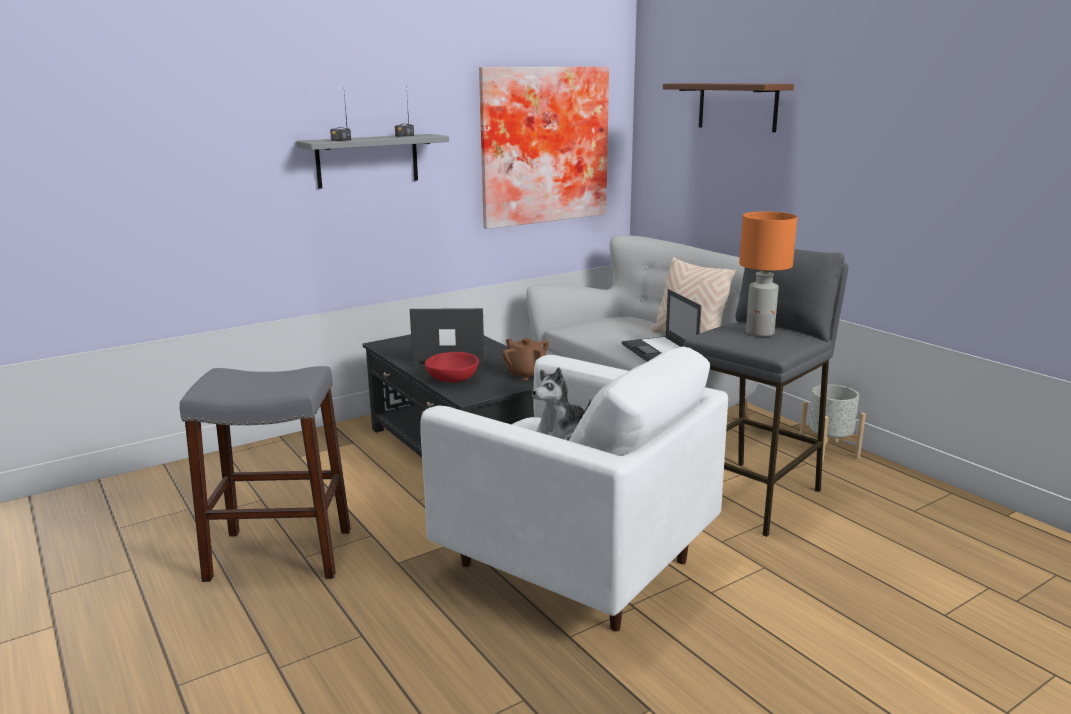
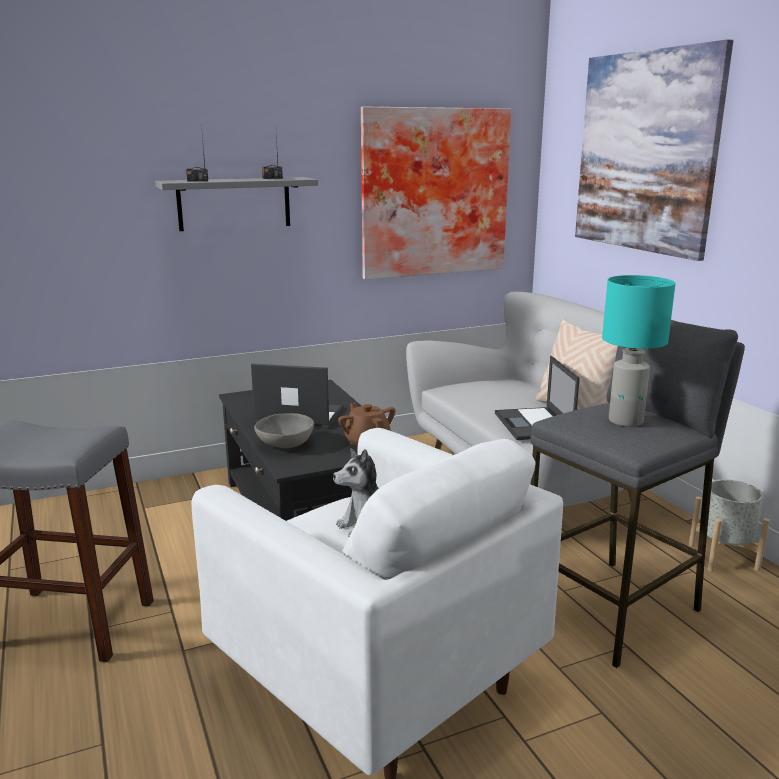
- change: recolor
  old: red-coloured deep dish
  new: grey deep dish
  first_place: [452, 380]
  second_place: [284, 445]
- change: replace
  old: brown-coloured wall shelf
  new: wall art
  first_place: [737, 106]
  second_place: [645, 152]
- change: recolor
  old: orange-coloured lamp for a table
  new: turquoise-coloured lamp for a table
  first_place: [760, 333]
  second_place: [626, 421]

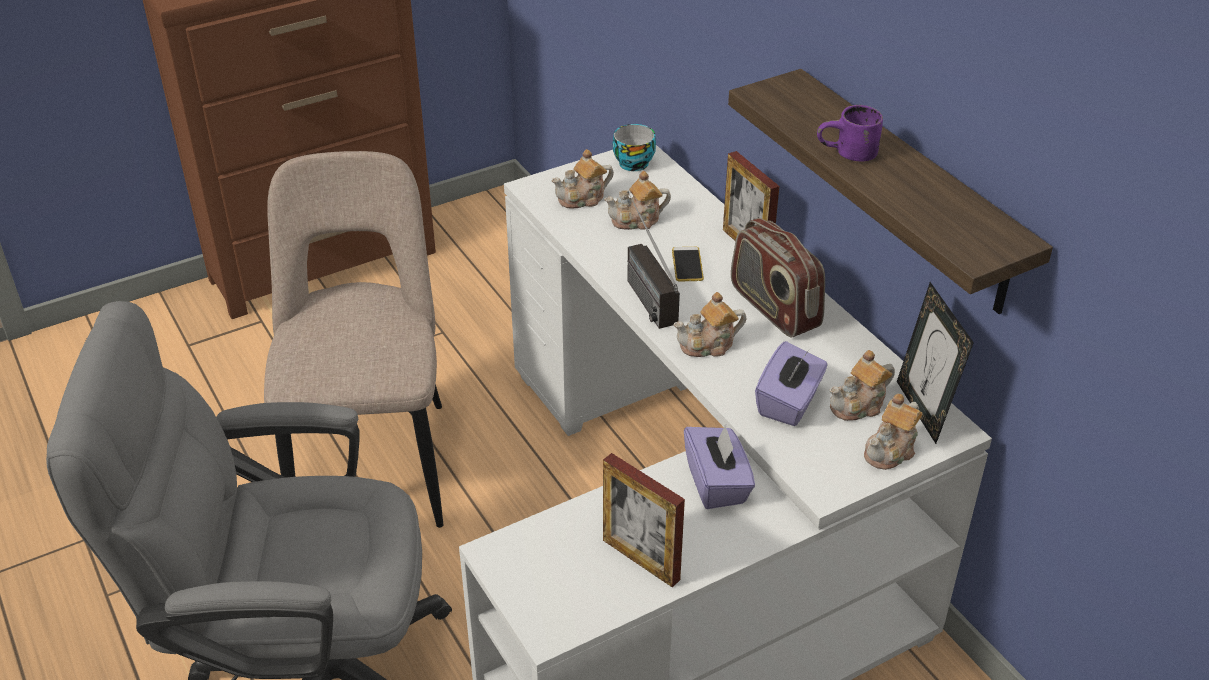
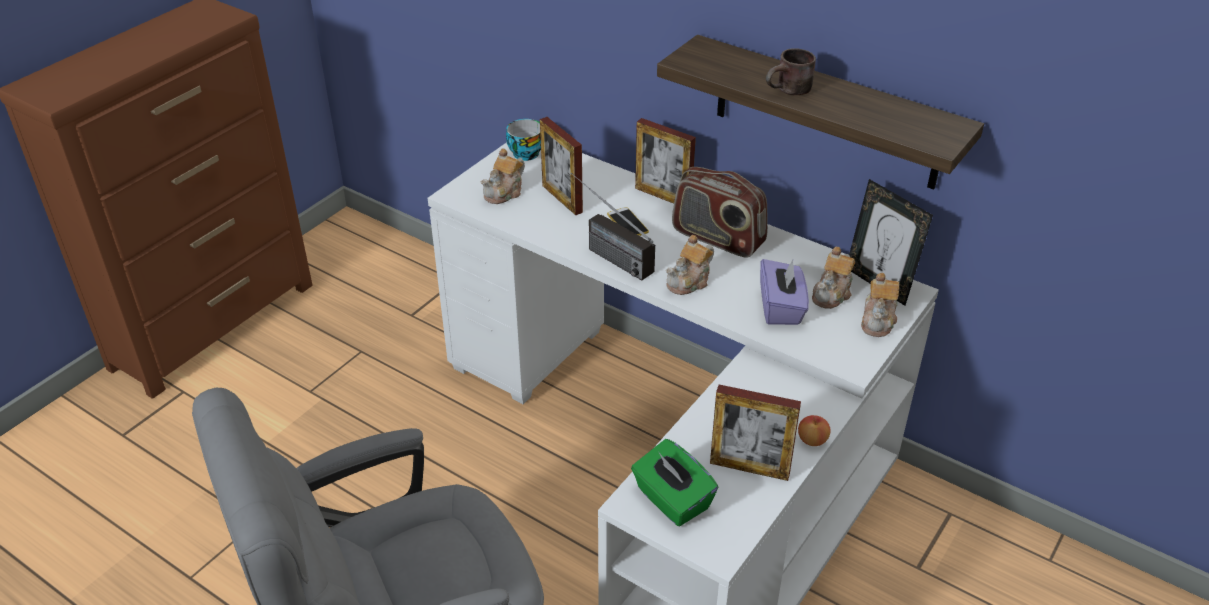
- change: delete
  old: sand-coloured plain chair
  first_place: [373, 460]
- change: replace
  old: pot for tea
  new: standing frame
  first_place: [637, 220]
  second_place: [562, 199]
- change: delete
  old: purple tissue box
  first_place: [717, 483]
- change: recolor
  old: purple coffee mug
  new: brown-coloured coffee mug
  first_place: [849, 155]
  second_place: [790, 92]
- change: insert
  new: green-coloured tissue box
  second_place: [672, 500]
- change: insert
  new: apple fruit
  second_place: [812, 440]

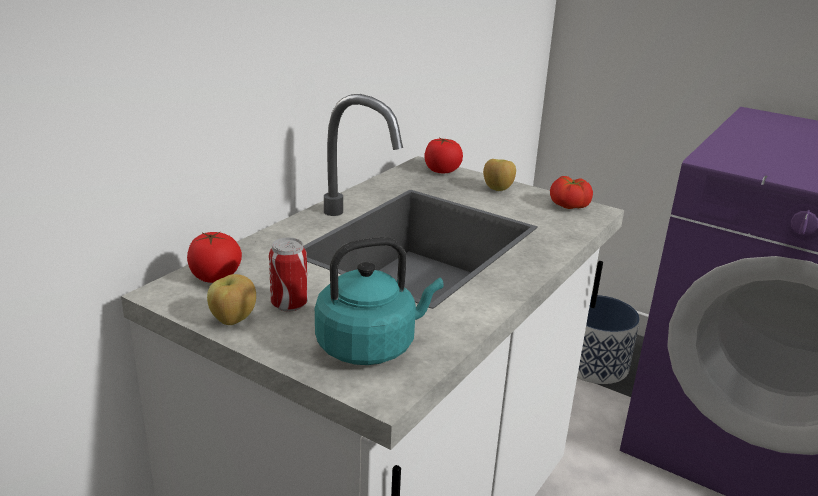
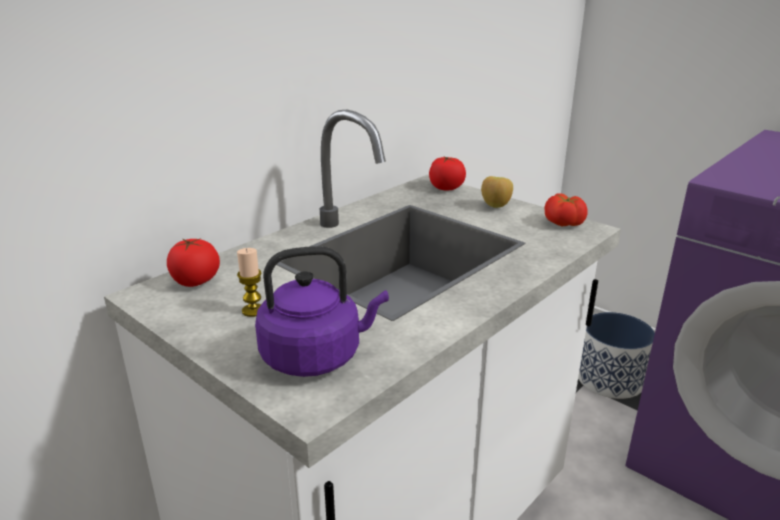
- change: delete
  old: apple fruit
  first_place: [233, 320]
- change: replace
  old: metal can
  new: wax light
  first_place: [289, 304]
  second_place: [253, 311]
- change: recolor
  old: turquoise-coloured tea kettle
  new: purple tea kettle
  first_place: [371, 346]
  second_place: [316, 356]

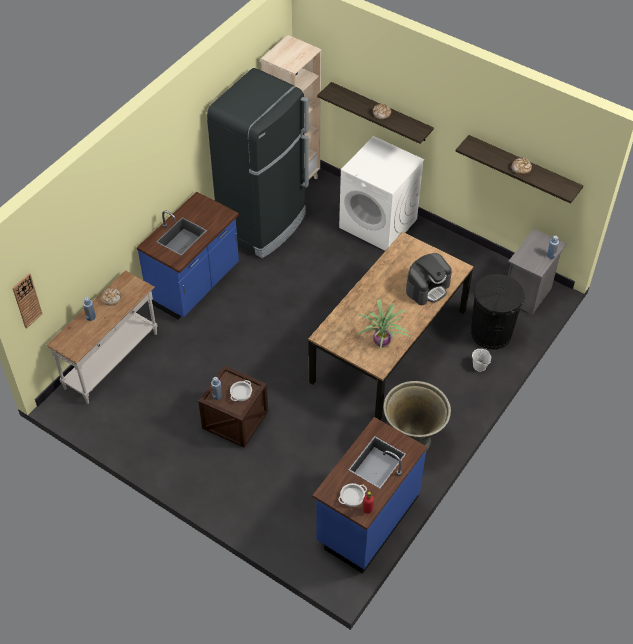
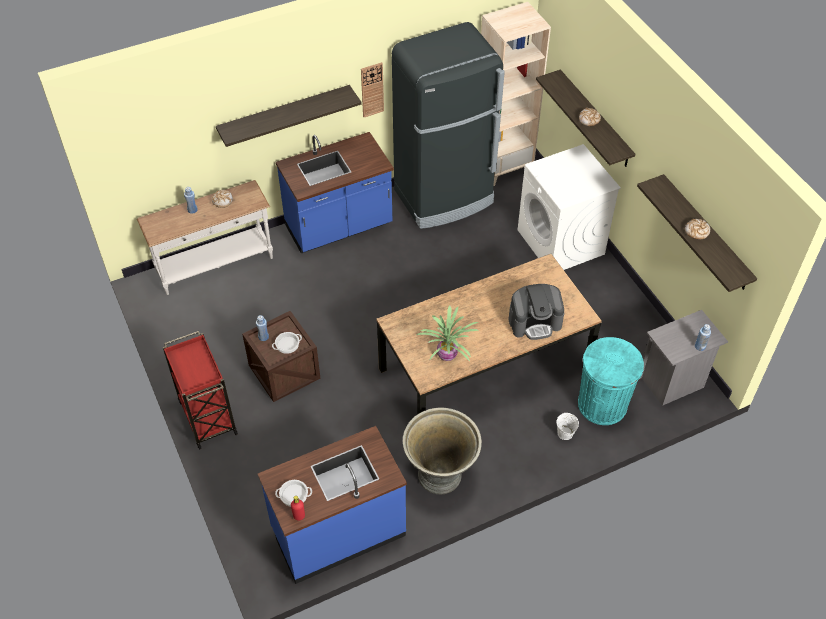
- change: move
  old: wall clock
  first_place: [27, 300]
  second_place: [372, 89]
- change: recolor
  old: black trash can
  new: turquoise-coloured trash can
  first_place: [491, 333]
  second_place: [602, 404]
- change: insert
  new: red-coloured wheeled cart
  second_place: [207, 416]
- change: insert
  new: wall shelf
  second_place: [284, 114]

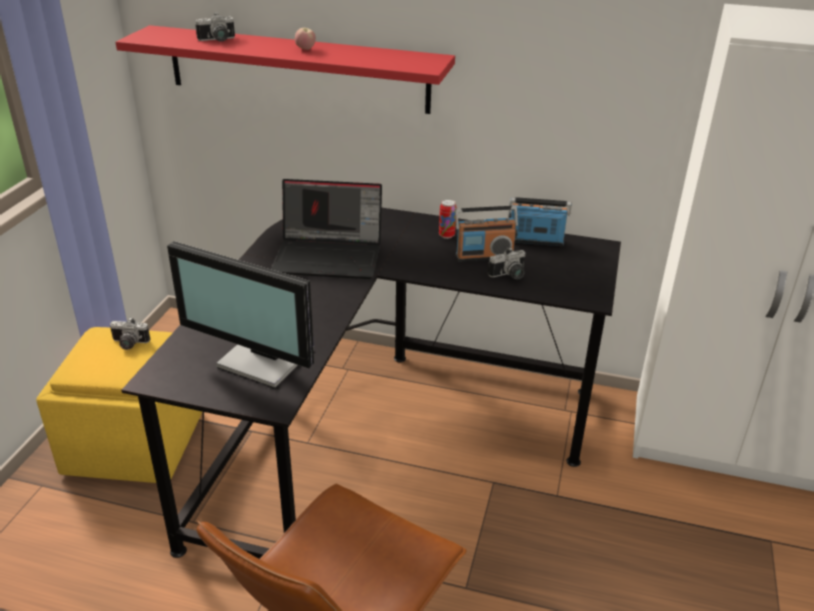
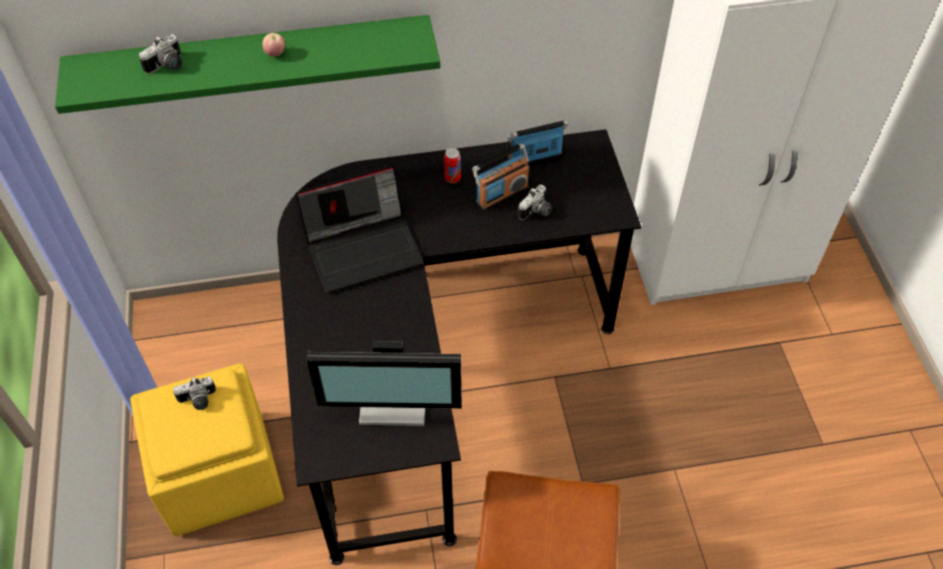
- change: recolor
  old: red-coloured wall shelf
  new: green-coloured wall shelf
  first_place: [297, 69]
  second_place: [253, 61]

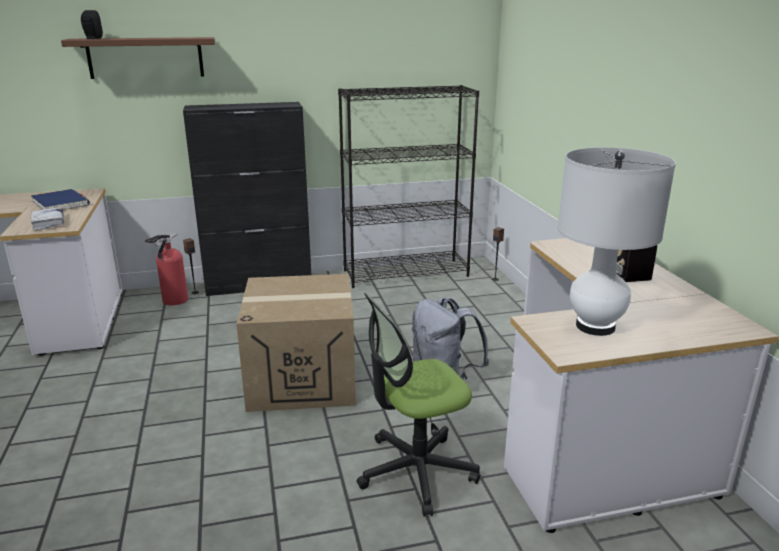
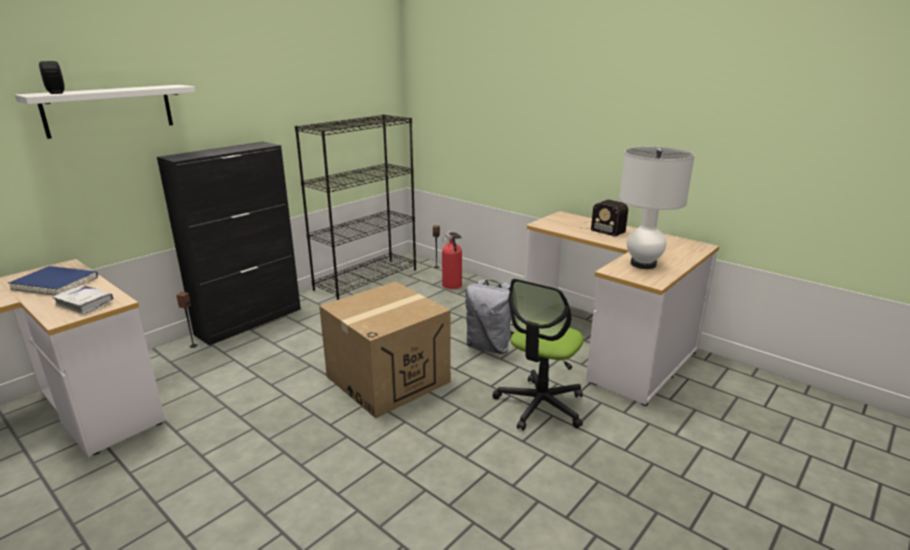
- change: recolor
  old: brown-coloured wall shelf
  new: white-coloured wall shelf
  first_place: [145, 58]
  second_place: [109, 110]
- change: move
  old: extinguisher
  first_place: [173, 301]
  second_place: [452, 286]

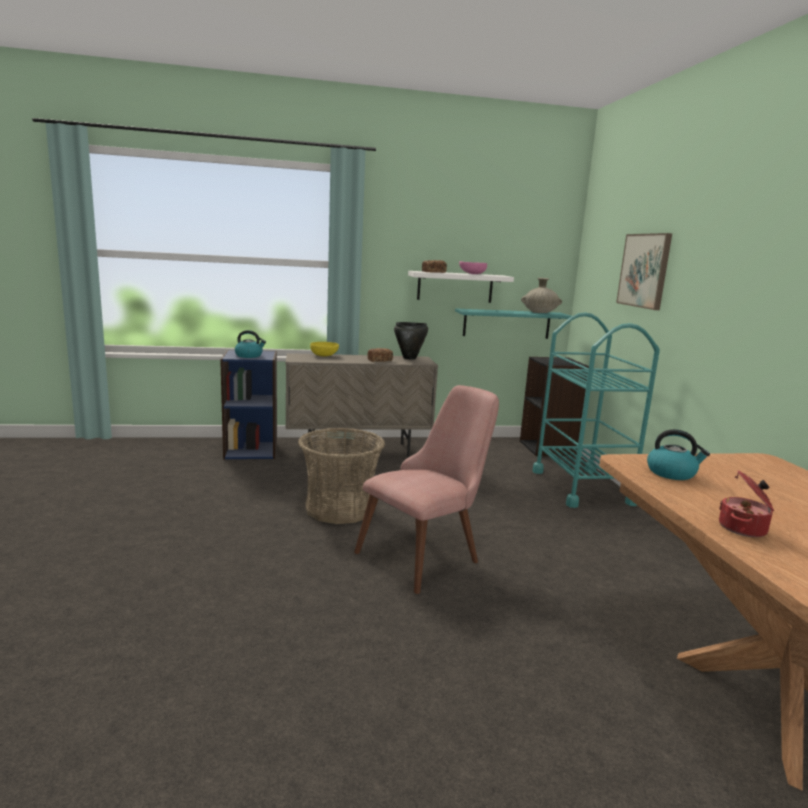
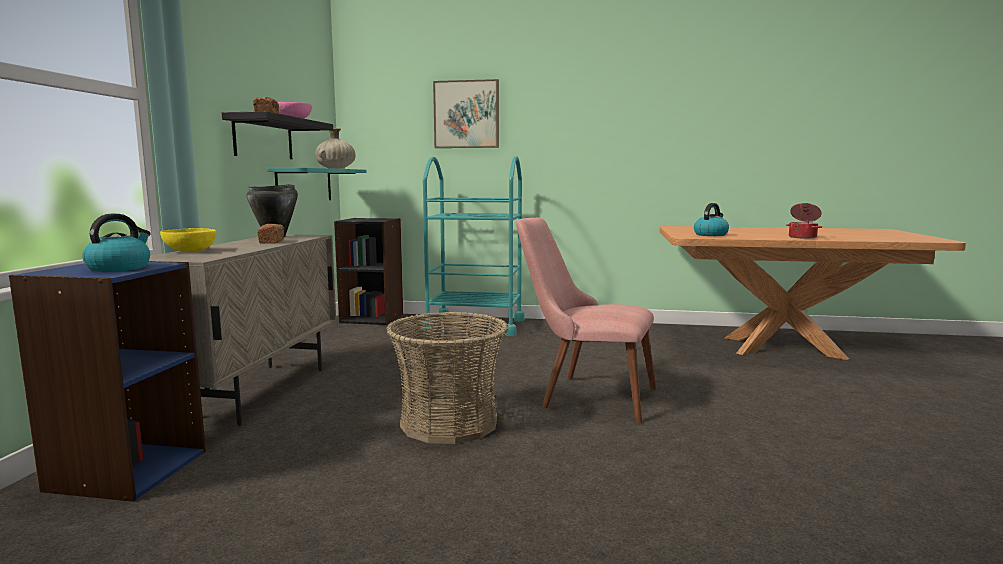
- change: rotate
  old: pink-coloured plain chair
  first_place: [427, 552]
  second_place: [584, 395]
  degrees: -45
- change: recolor
  old: white-coloured wall shelf
  new: black wall shelf
  first_place: [455, 287]
  second_place: [263, 138]

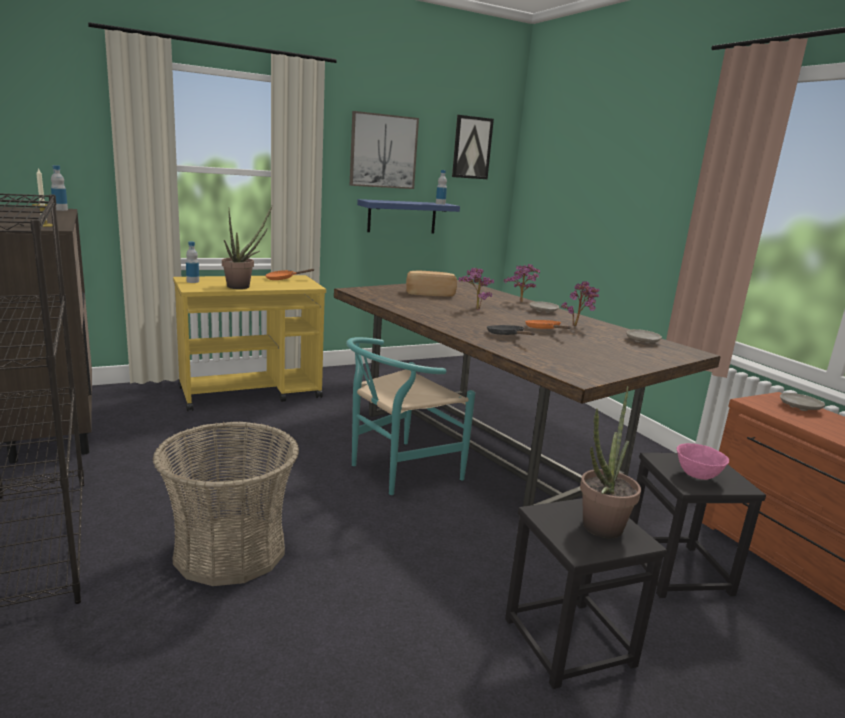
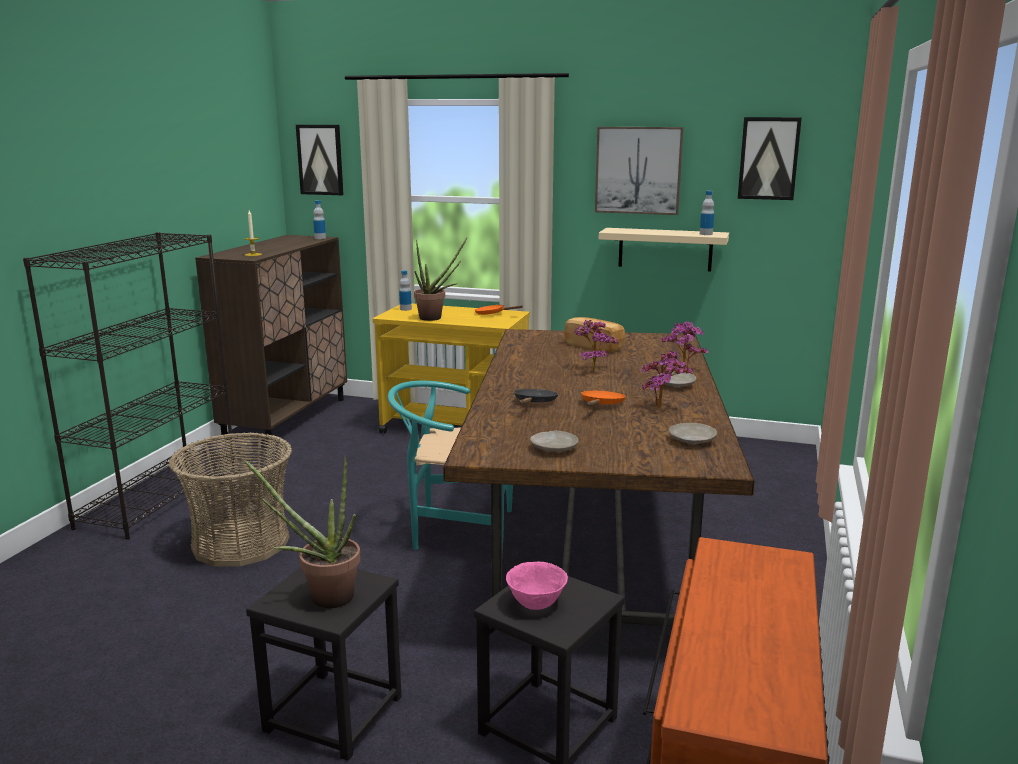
- change: recolor
  old: blue-coloured wall shelf
  new: sand-coloured wall shelf
  first_place: [402, 217]
  second_place: [665, 249]
- change: move
  old: sand-coloured flat dish
  first_place: [799, 407]
  second_place: [554, 448]
- change: insert
  new: wall art
  second_place: [320, 159]

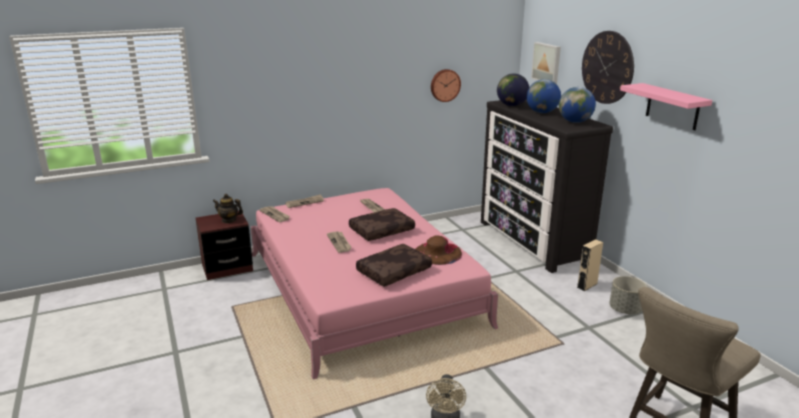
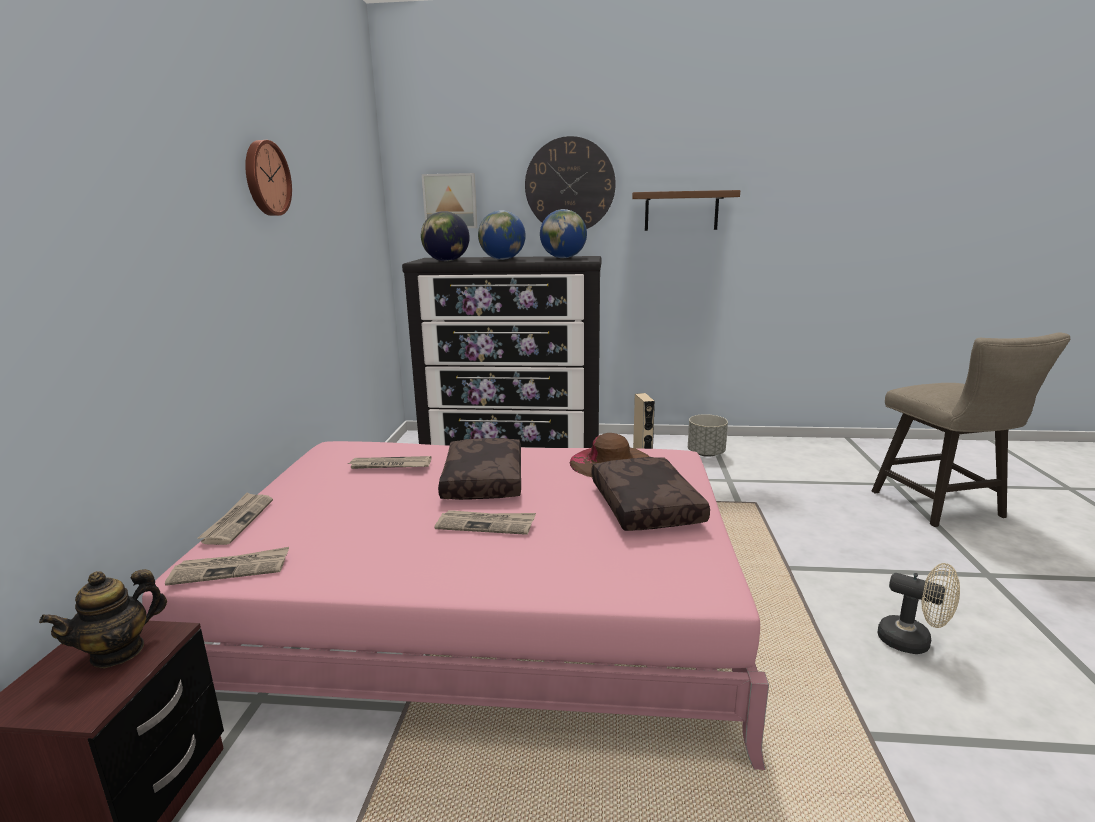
- change: move
  old: wall clock
  first_place: [444, 85]
  second_place: [265, 178]
- change: recolor
  old: pink-coloured wall shelf
  new: brown-coloured wall shelf
  first_place: [672, 106]
  second_place: [681, 211]

